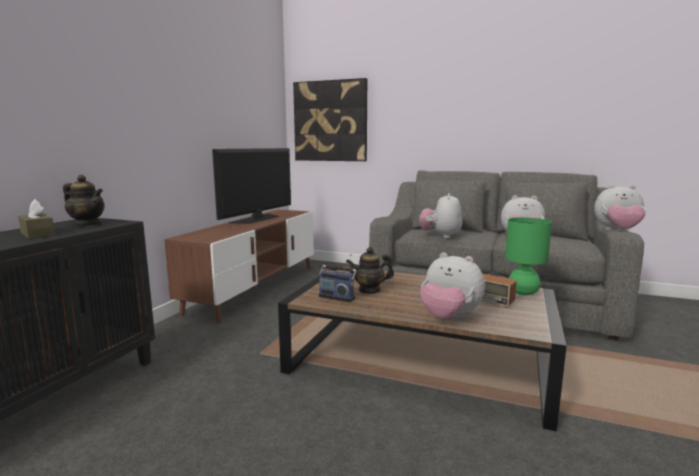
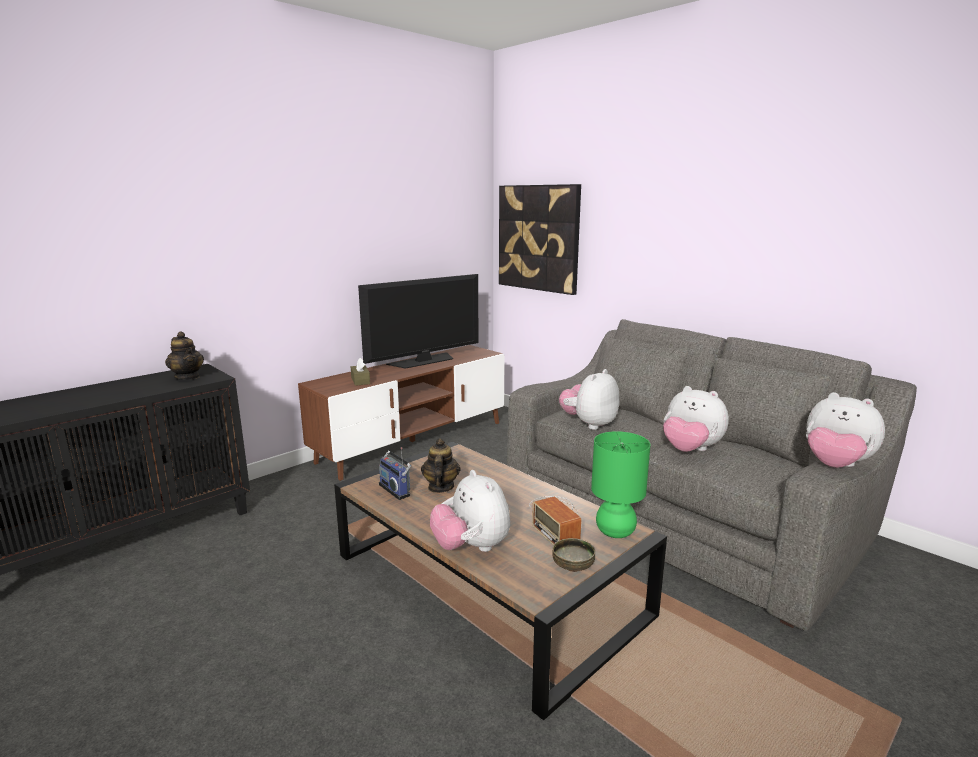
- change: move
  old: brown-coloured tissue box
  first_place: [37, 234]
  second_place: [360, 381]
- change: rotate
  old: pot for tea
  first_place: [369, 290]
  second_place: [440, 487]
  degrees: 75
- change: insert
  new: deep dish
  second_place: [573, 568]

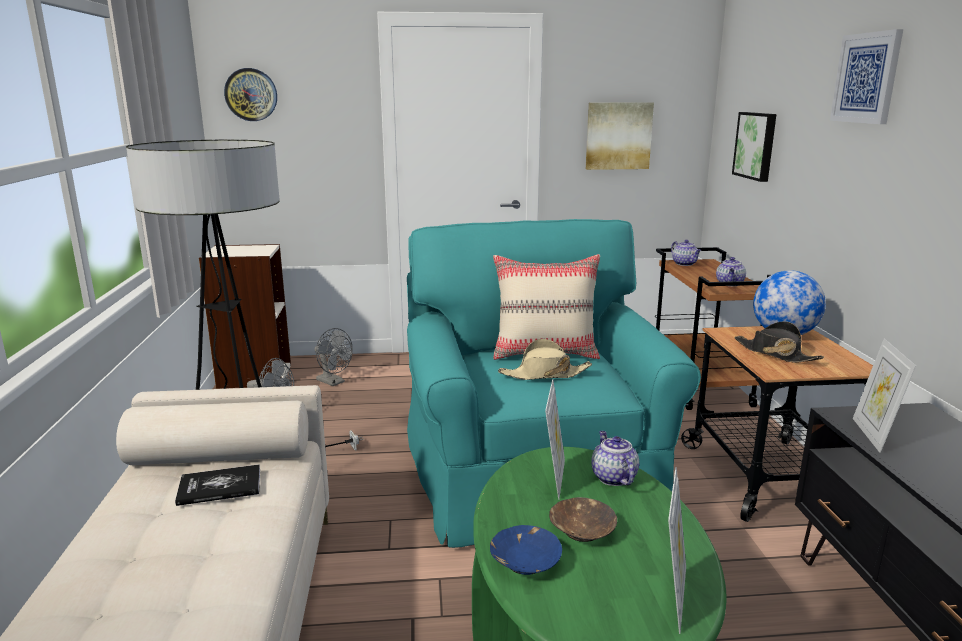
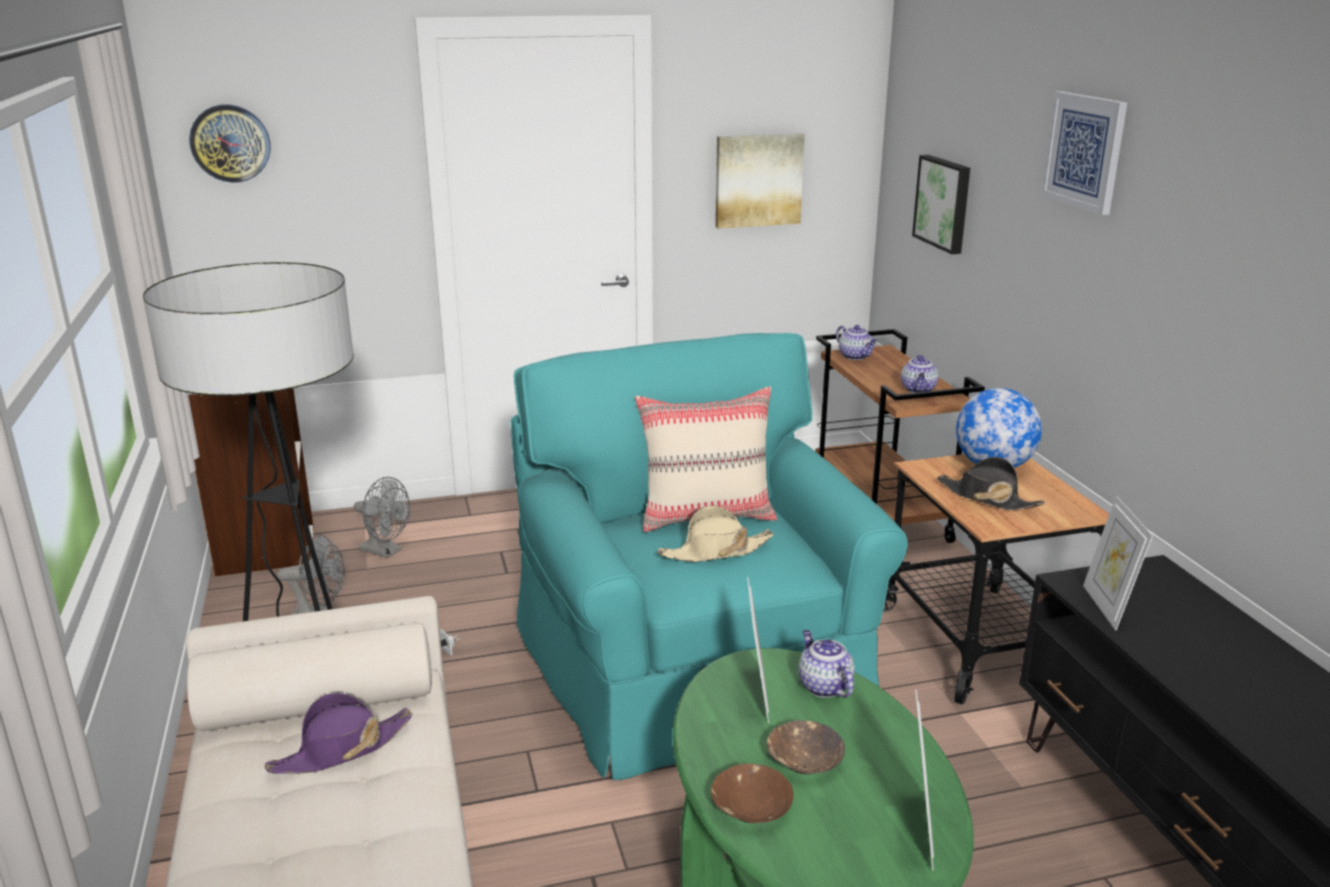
- change: replace
  old: book
  new: purple hat
  first_place: [220, 486]
  second_place: [341, 749]
- change: recolor
  old: blue-coloured deep dish
  new: brown-coloured deep dish
  first_place: [524, 561]
  second_place: [750, 807]

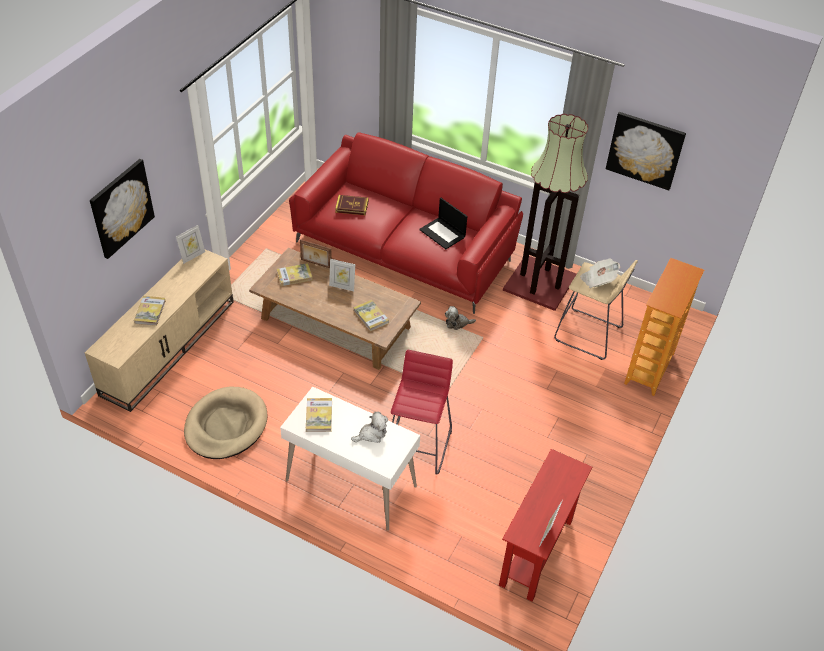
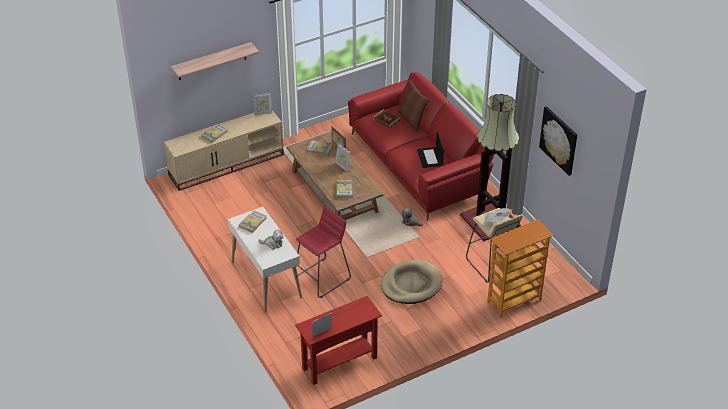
- change: replace
  old: wall art
  new: wall shelf
  first_place: [121, 208]
  second_place: [212, 61]
- change: move
  old: sand-coloured dog bed
  first_place: [226, 425]
  second_place: [411, 284]
- change: insert
  new: brown-coloured cushion
  second_place: [412, 120]

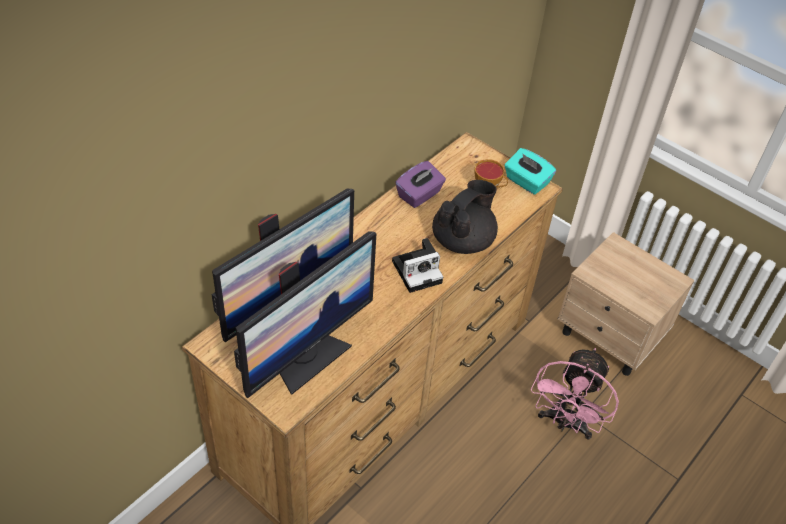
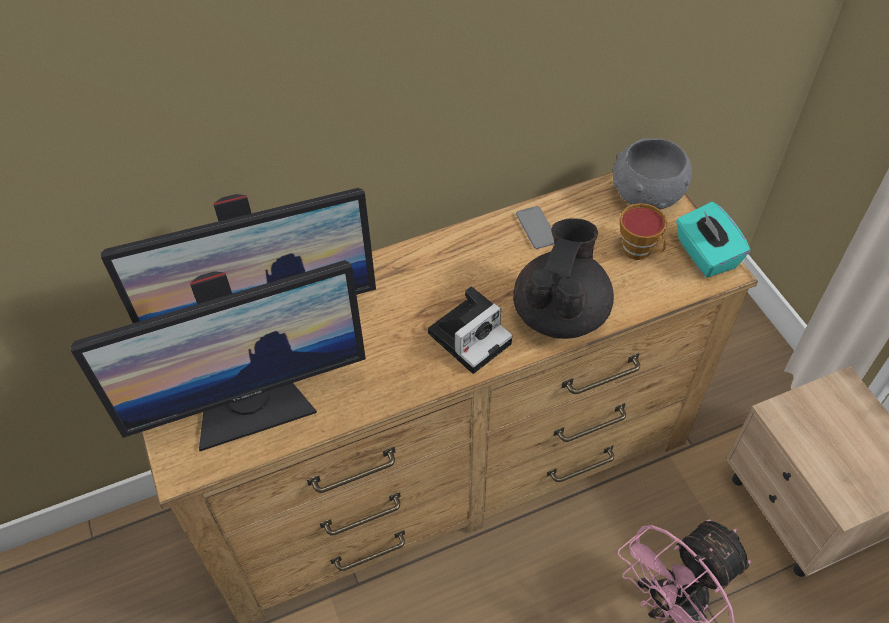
- change: rotate
  old: photo camera
  first_place: [418, 271]
  second_place: [471, 336]
  degrees: -45
- change: replace
  old: purple tissue box
  new: handset
  first_place: [419, 195]
  second_place: [536, 228]
- change: rotate
  old: black pot for tea
  first_place: [463, 240]
  second_place: [560, 312]
  degrees: -45
- change: insert
  new: grey deep dish
  second_place: [646, 194]

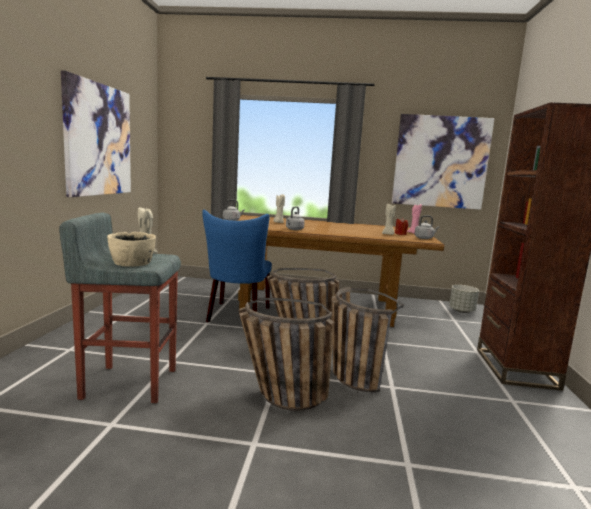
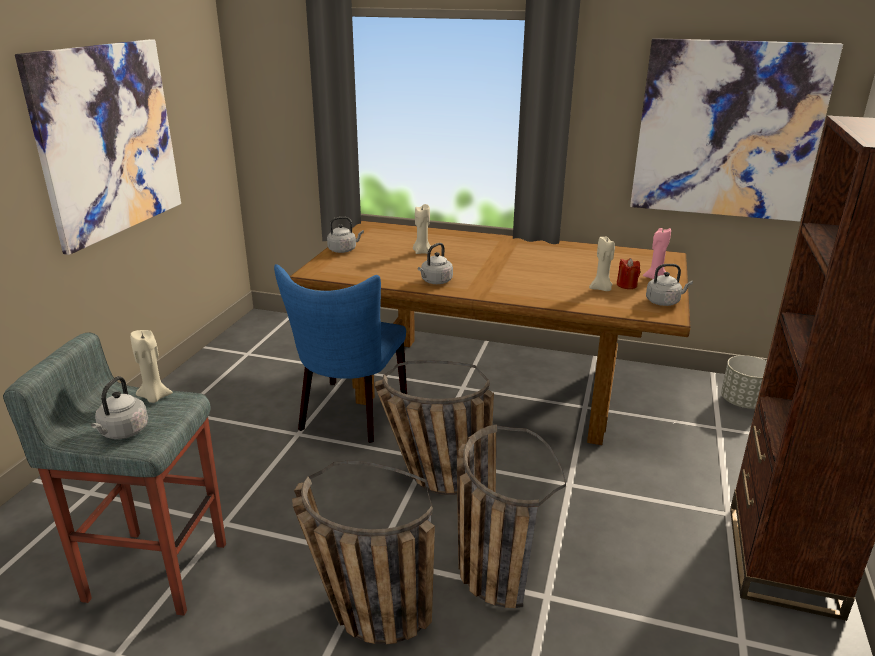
- change: replace
  old: sand-coloured deep dish
  new: grey tea kettle
  first_place: [132, 263]
  second_place: [123, 432]

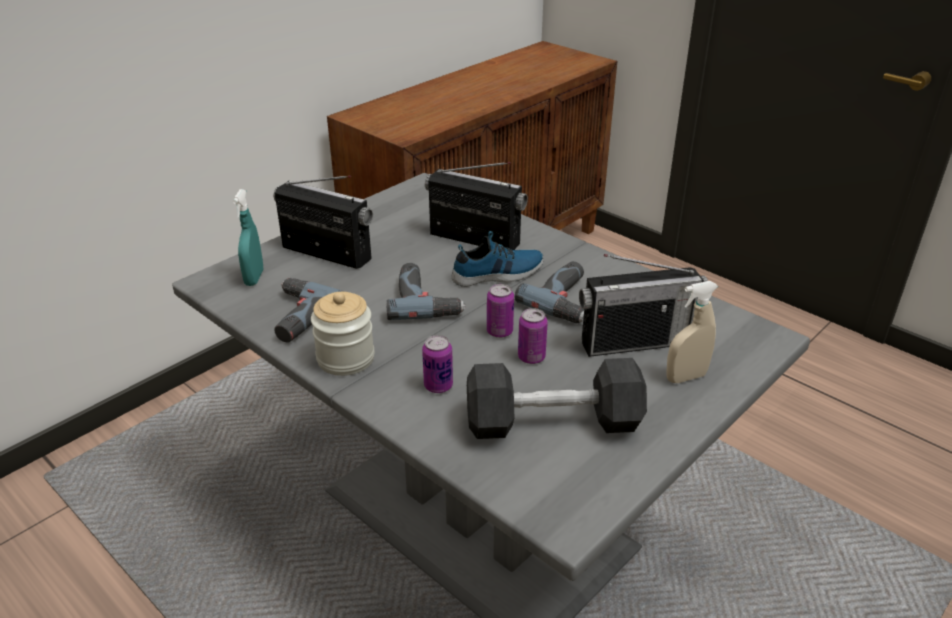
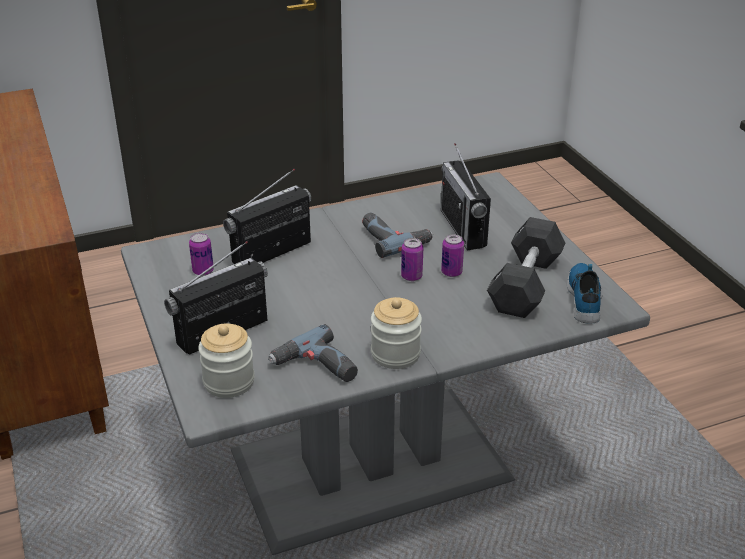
- change: replace
  old: turquoise-coloured hand sprayer
  new: preserve jar
  first_place: [254, 278]
  second_place: [229, 382]
- change: delete
  old: power drill
  first_place: [425, 300]
- change: move
  old: metal can
  first_place: [438, 386]
  second_place: [203, 271]
- change: move
  old: low shoe
  first_place: [498, 274]
  second_place: [585, 298]
- change: rotate
  old: radio set
  first_place: [635, 342]
  second_place: [463, 228]
  degrees: 150
- change: delete
  old: sand-coloured hand sprayer
  first_place: [686, 377]

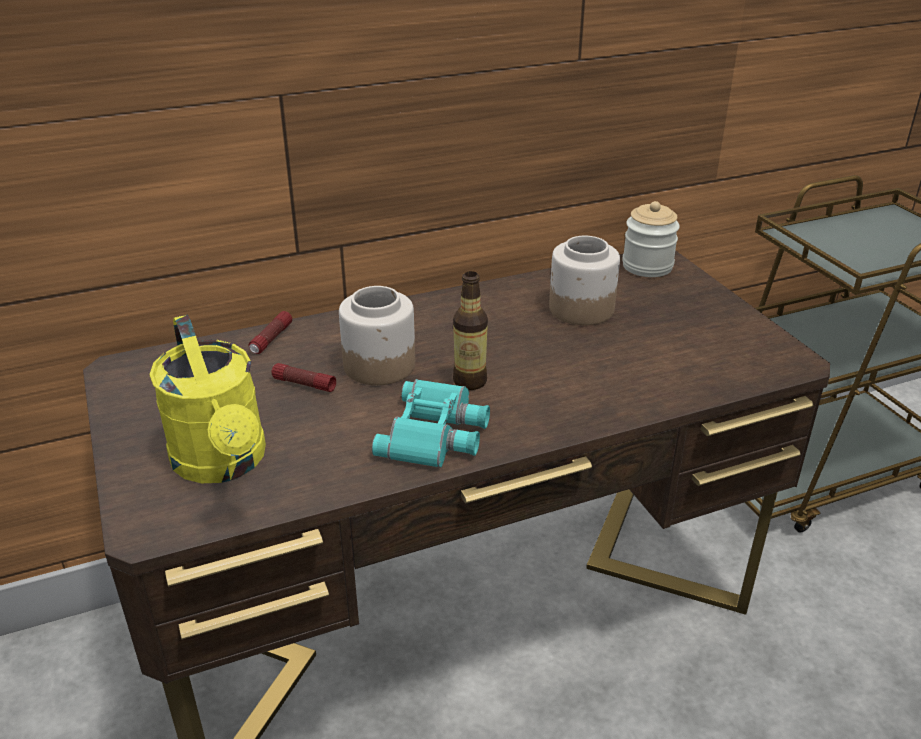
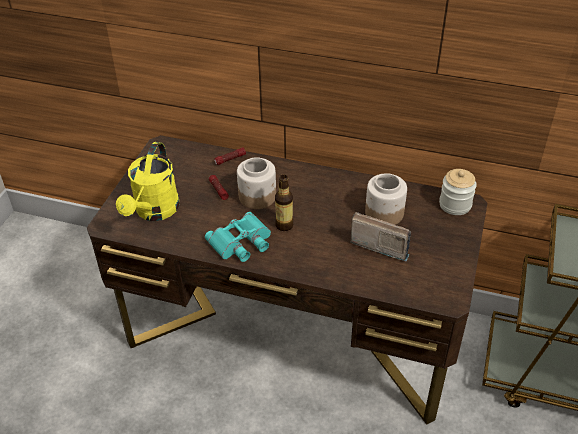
- change: insert
  new: radio set
  second_place: [380, 243]

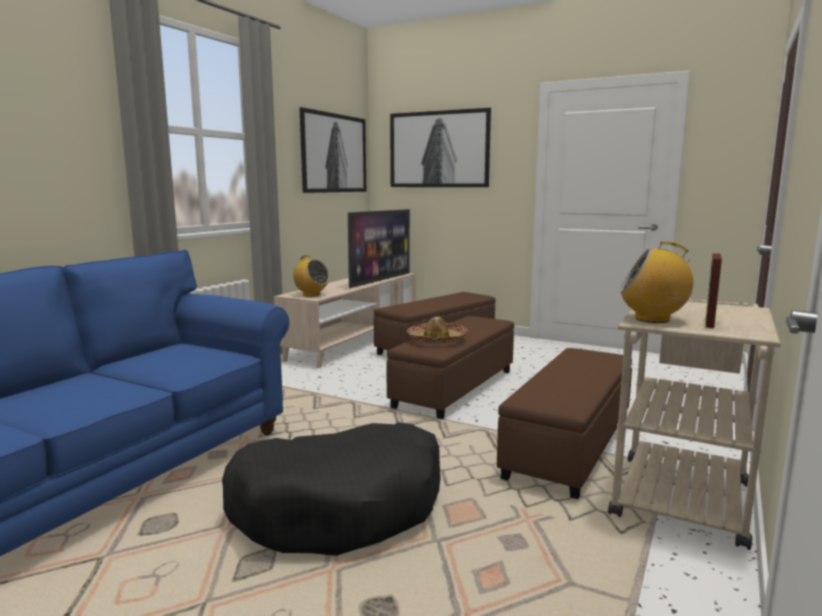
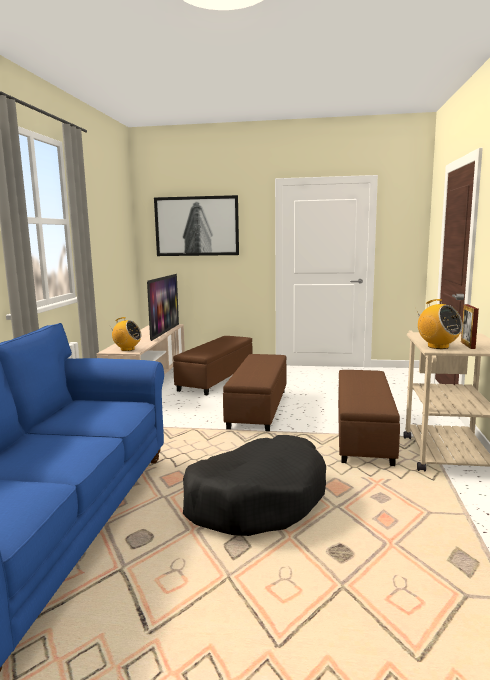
- change: delete
  old: wall art
  first_place: [333, 153]
- change: delete
  old: hat
  first_place: [436, 340]
- change: rotate
  old: radio set
  first_place: [653, 319]
  second_place: [437, 346]
  degrees: -120

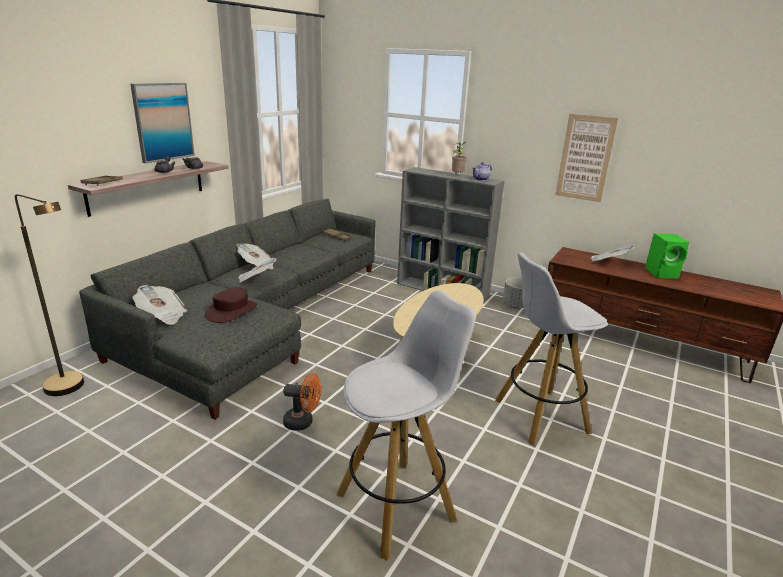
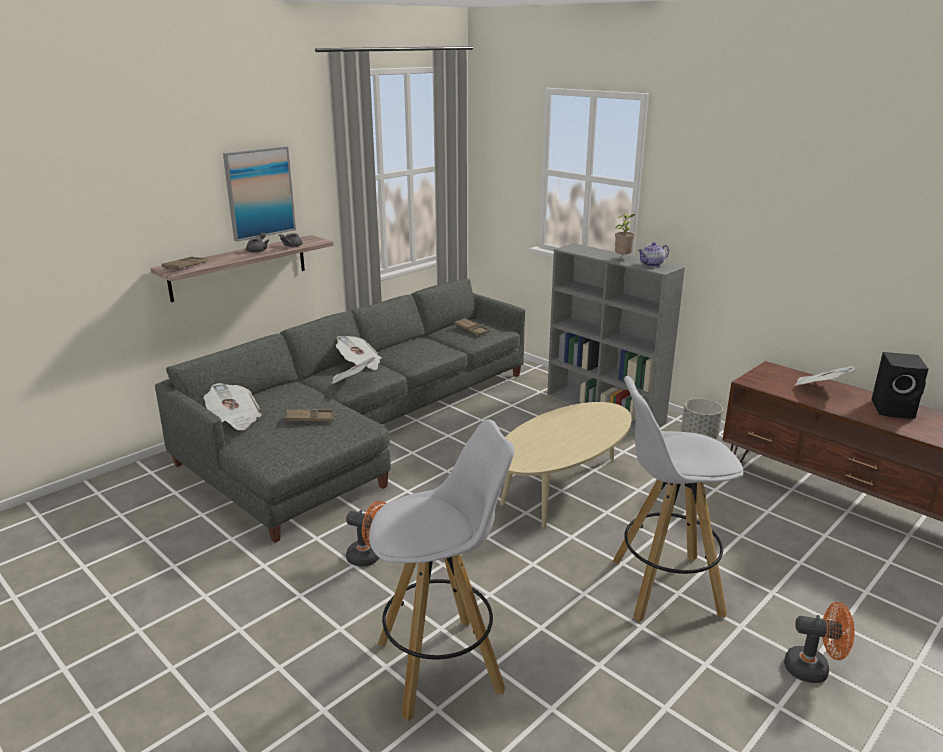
- change: delete
  old: brown-coloured standard lamp
  first_place: [71, 388]
- change: replace
  old: brown-coloured hat
  new: brown-coloured carrying tray
  first_place: [231, 311]
  second_place: [310, 419]
- change: delete
  old: wall art
  first_place: [585, 158]
- change: recolor
  old: green-coloured loudspeaker
  new: black loudspeaker
  first_place: [662, 273]
  second_place: [894, 409]
- change: insert
  new: orange-coloured electric fan
  second_place: [814, 669]

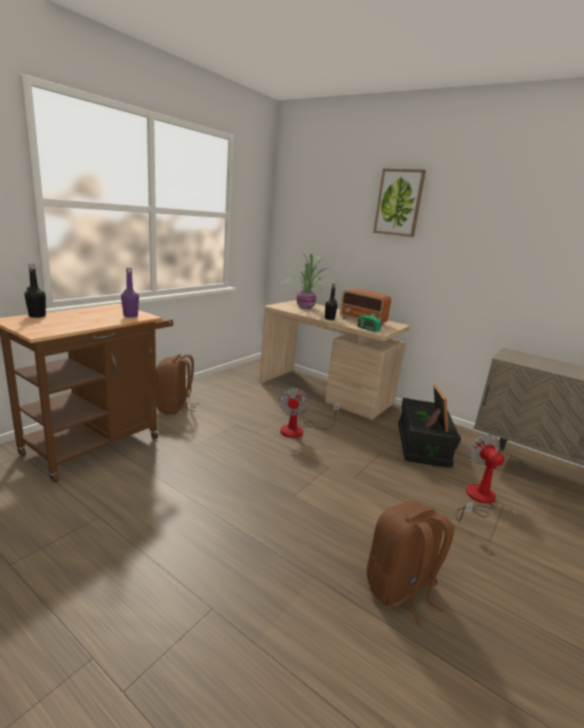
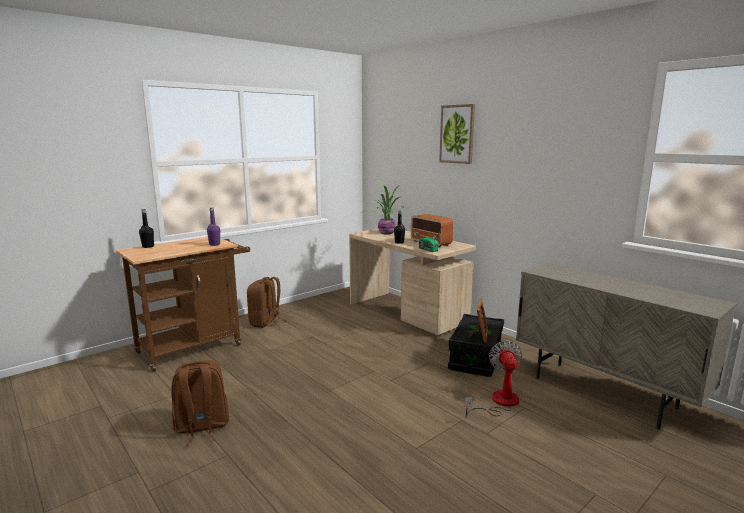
- change: delete
  old: electric fan
  first_place: [299, 430]
- change: move
  old: brown-coloured knapsack
  first_place: [400, 589]
  second_place: [201, 427]

